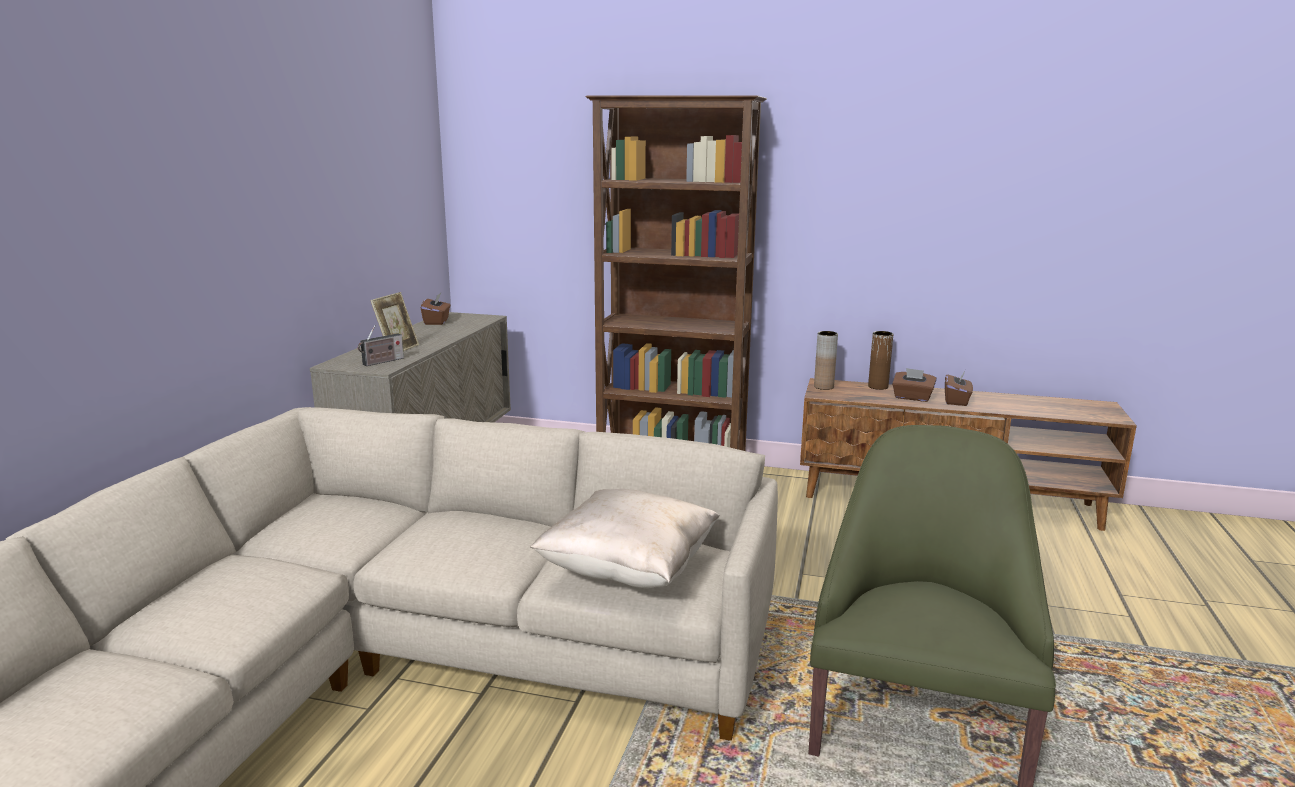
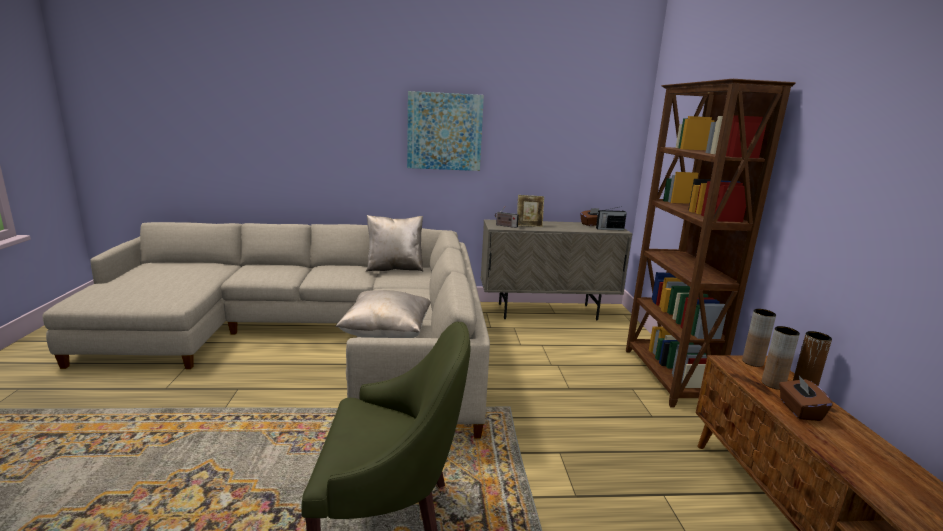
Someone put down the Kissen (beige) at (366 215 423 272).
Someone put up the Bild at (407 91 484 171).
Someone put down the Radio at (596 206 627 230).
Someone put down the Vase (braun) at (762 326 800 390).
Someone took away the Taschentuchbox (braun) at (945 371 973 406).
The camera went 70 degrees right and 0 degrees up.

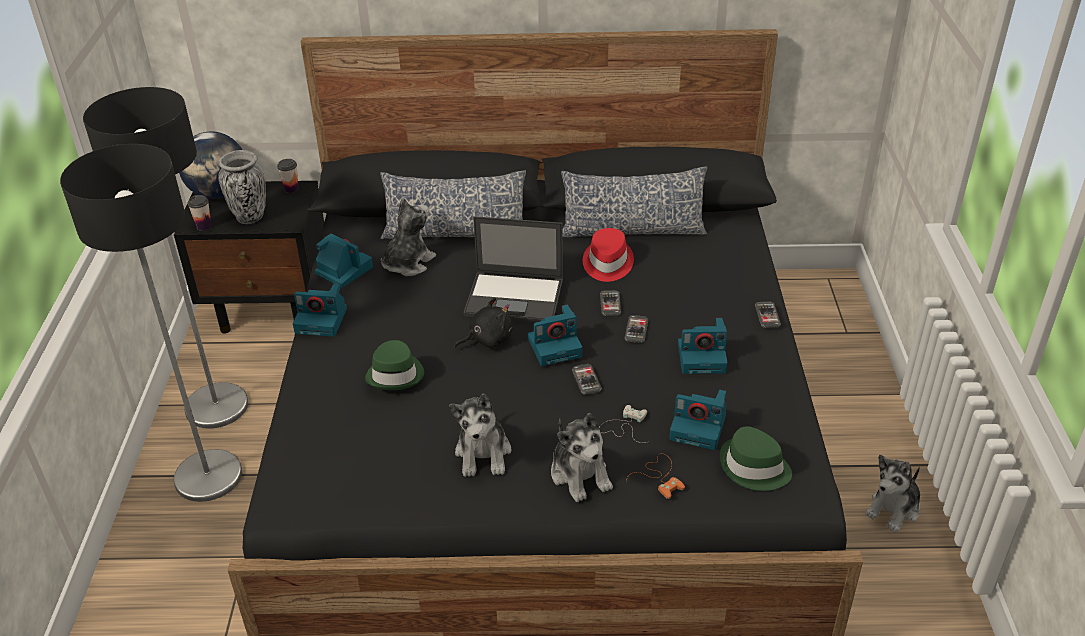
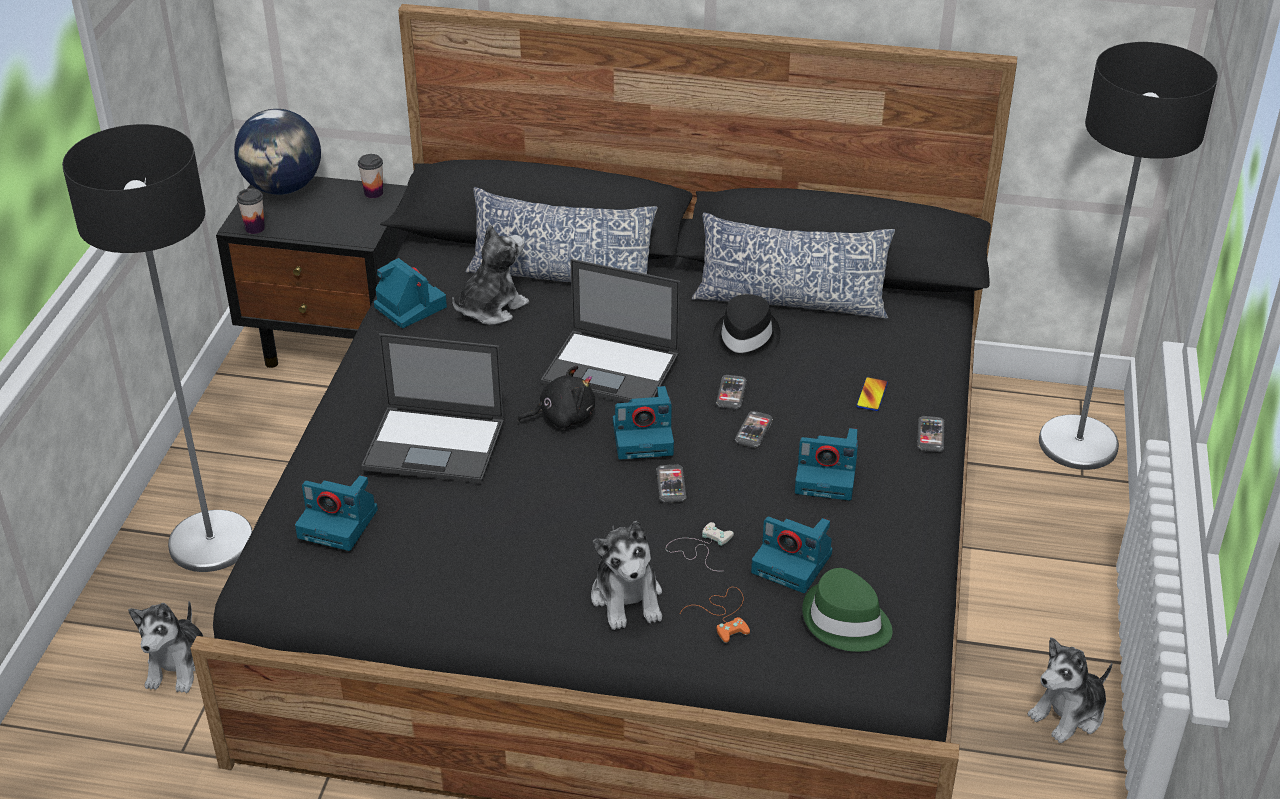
Someone carried the Plüschtier from (449 393 512 477) to (128 601 204 693).
Someone carried the Kamera from (293 284 347 337) to (295 475 378 551).
Someone swapped the Hut (grün) at (365 340 424 390) for the Laptop at (361 333 505 483).
Someone repainted the Hut (rot) at (583 228 634 282), which became the Hut (schwarz) at (712 294 780 364).
Someone put down the Handy at (856 377 888 411).
Someone carried the Stehlampe from (83 87 248 429) to (1039 42 1218 470).
Someone took away the Vase at (218 150 266 224).
The camera went 10 degrees right and 0 degrees up.

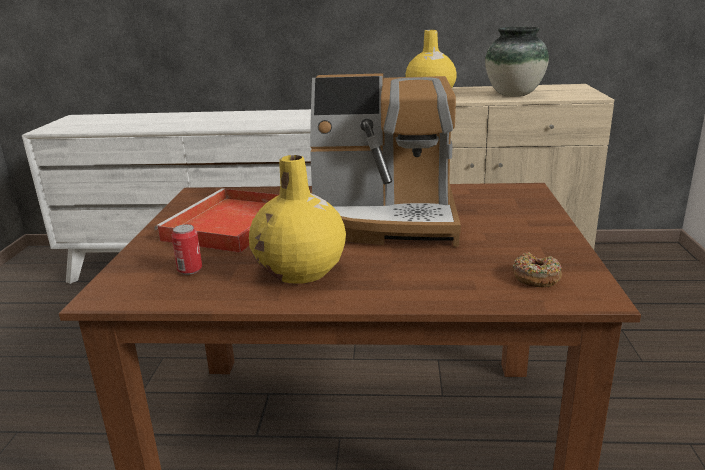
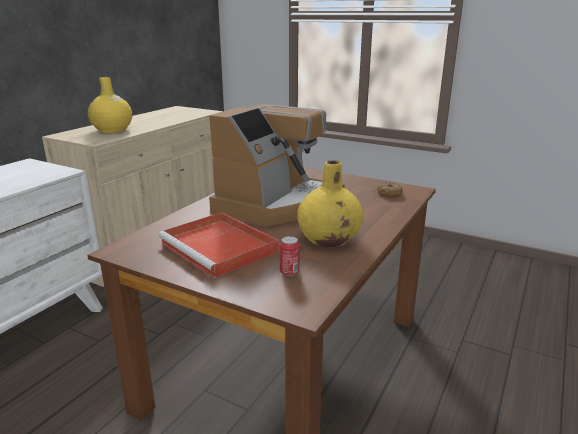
Someone took away the Vase at (485 27 549 97).
The camera went 65 degrees left and 0 degrees up.

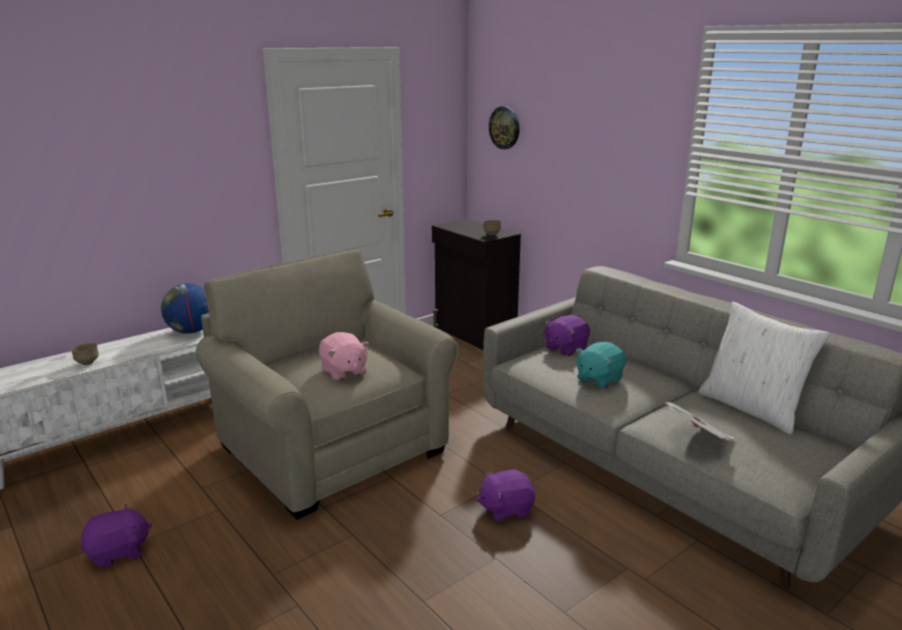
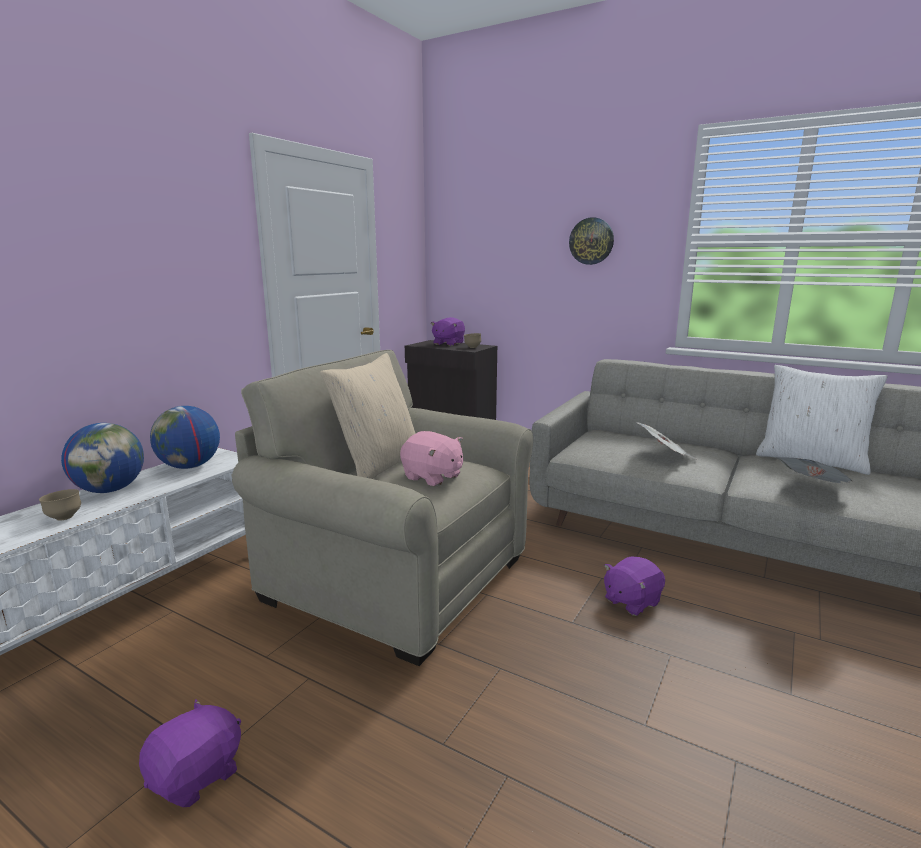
Someone put down the Globus at (61 423 144 493).
Someone put down the Kissen (beige) at (320 353 416 479).
Someone carried the Plüschtier (lila) from (545 315 590 356) to (431 317 465 346).
Someone carried the Wanduhr from (489 106 520 149) to (569 217 614 265).
Someone swapped the Plüschtier (türkis) at (576 342 626 388) for the Zeitung at (636 422 696 459).
The camera went 20 degrees left and 5 degrees down.

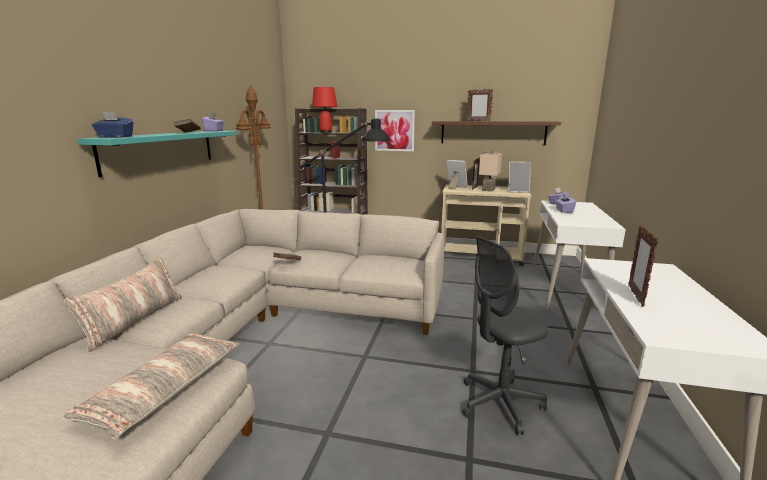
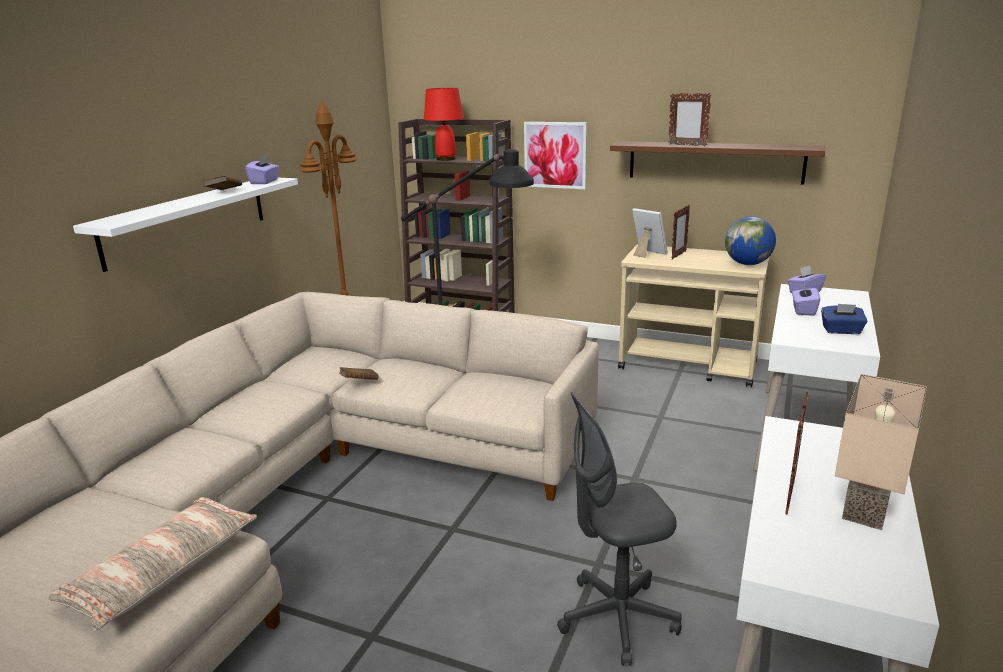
Someone repainted the Wandregal (türkis) at (77 131 237 178), which became the Wandregal (weiß) at (73 178 298 272).
Someone swapped the Bilderrahmen at (508 162 531 193) for the Globus at (725 217 776 265).
Someone carried the Taschentuchbox (blau) from (92 112 134 138) to (821 304 868 334).
Someone carried the Tischlampe (beige) from (479 150 503 192) to (835 374 927 530).
Someone took away the Kissen at (64 258 182 352).
The camera went 10 degrees right and 5 degrees up.

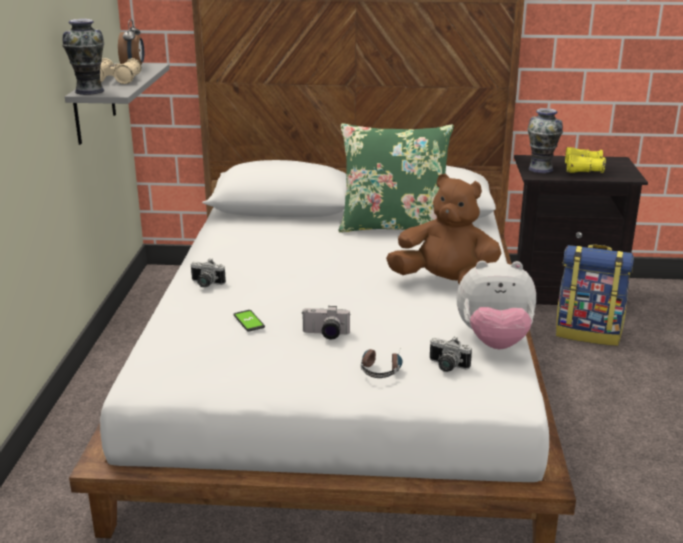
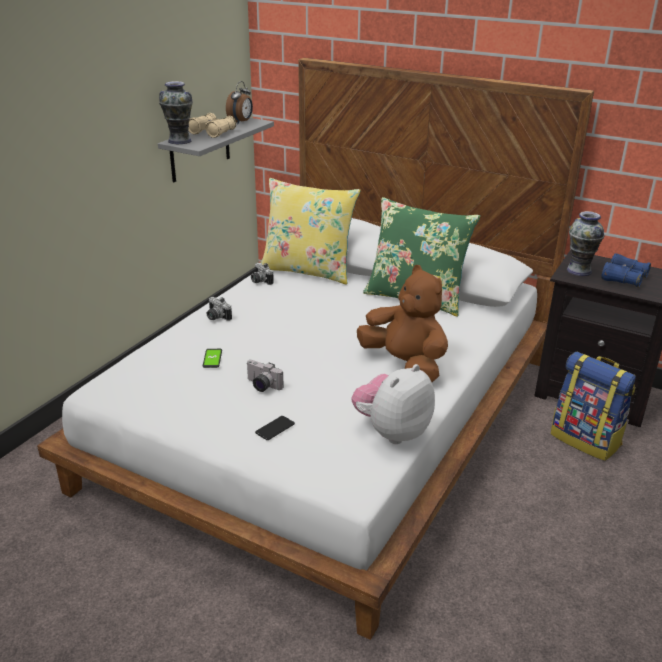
Someone carried the Kamera from (430 337 472 372) to (251 263 274 285).
Someone swapped the Kopfhörer at (361 349 403 378) for the Handy at (255 416 295 440).
Someone put down the Kissen (gelb) at (261 178 361 285).
Someone rotated the Plüschtier at (457 261 536 349) by 105 degrees clockwise.
Someone repainted the Fernglas (gelb) at (565 147 606 173), which became the Fernglas (blau) at (601 253 651 287).
The camera went 25 degrees right and 5 degrees up.

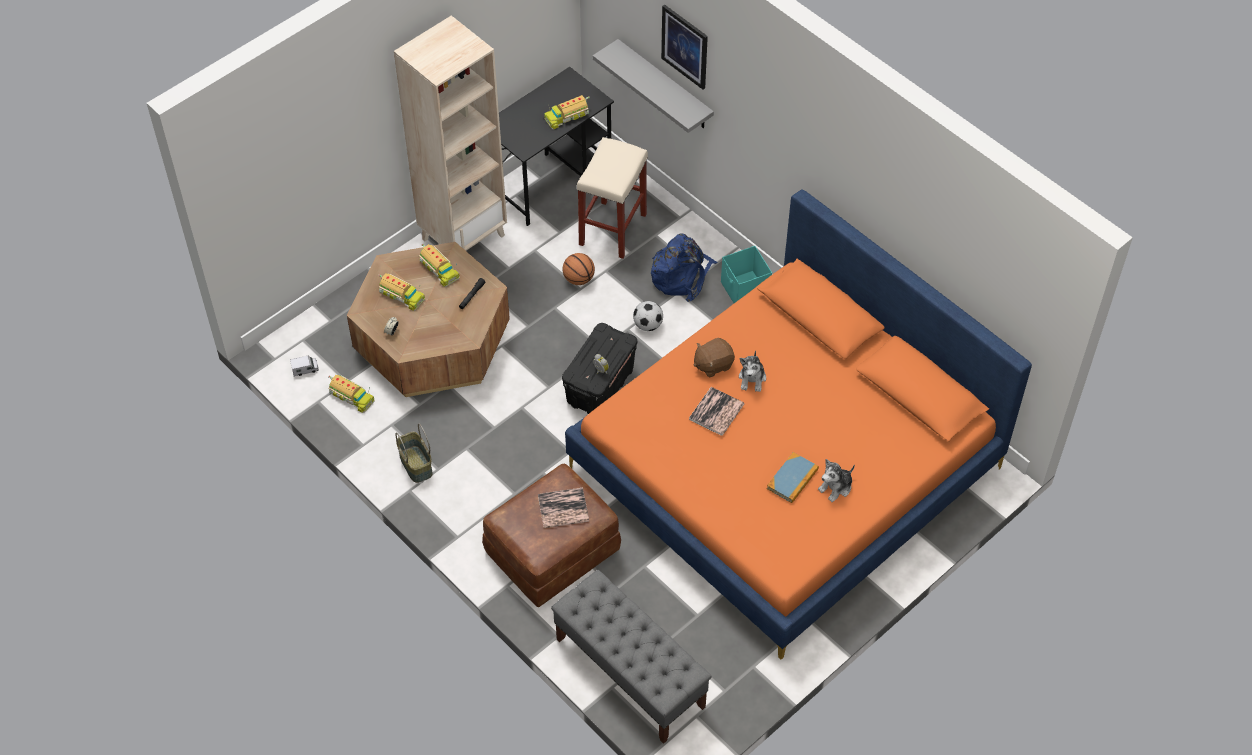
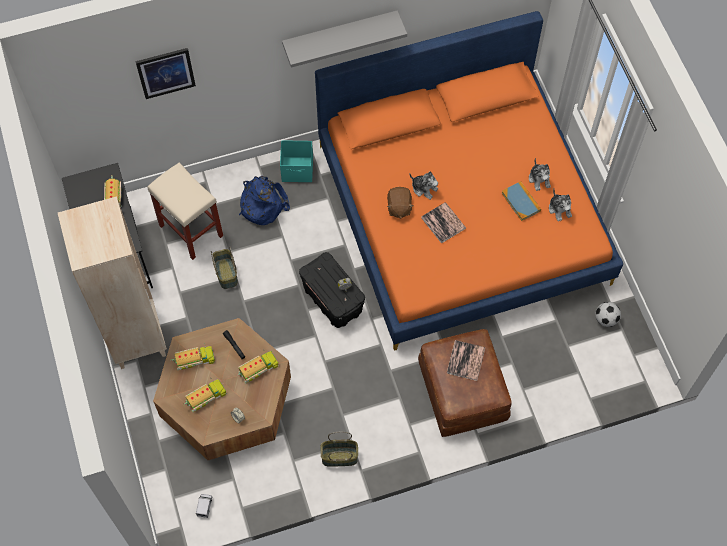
Someone swapped the Basketball at (563 253 595 285) for the Korb at (211 246 238 289).
Someone carried the Spielzeuglaster from (328 375 375 413) to (237 349 279 384).
Someone carried the Wandregal (grau) from (593 39 714 133) to (282 10 407 68).
Someone put down the Plüschtier at (549 189 572 222).
Someone carried the Fußball from (633 301 663 331) to (595 302 621 327).
Someone took away the Bank (grau) at (551 570 711 744).
The camera went 65 degrees left and 10 degrees up.

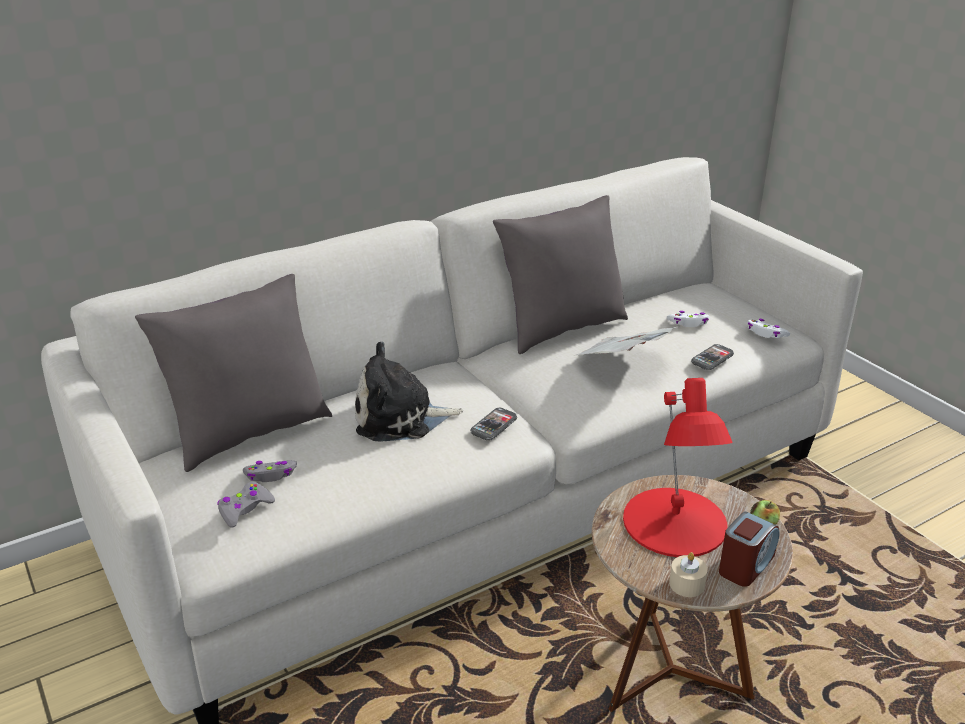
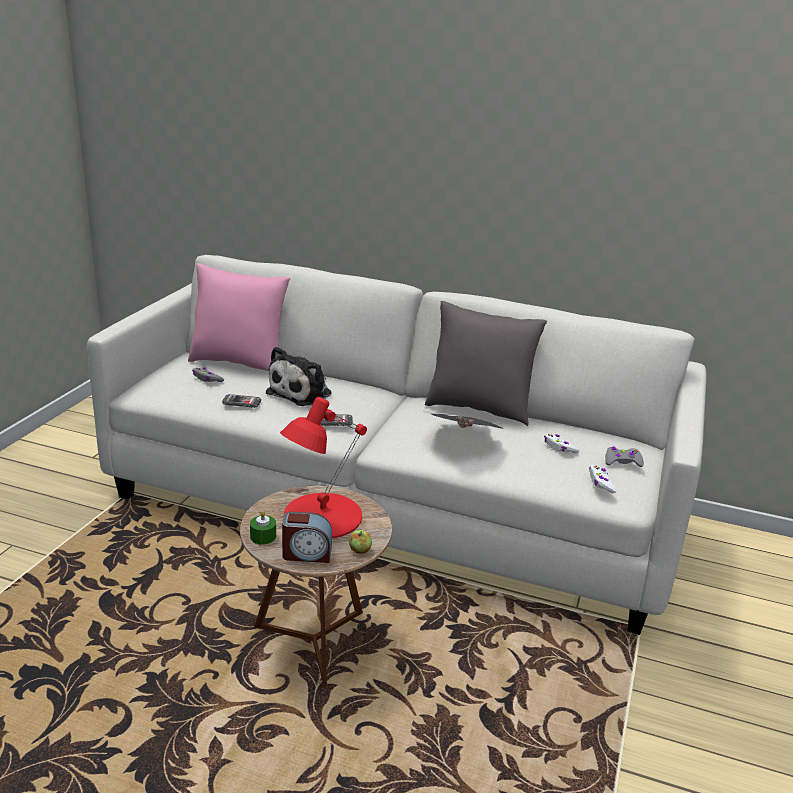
Someone repainted the Kissen (grau) at (135 274 332 472), which became the Kissen (rosa) at (188 263 290 371).
Someone carried the Handy from (691 344 734 370) to (222 394 261 408).
Someone repainted the Kerze (beige) at (669 552 707 597), which became the Kerze (grün) at (250 511 276 545).
Someone rotated the Plüschtier at (355 342 463 442) by 105 degrees counterclockwise.
Someone carried the Gamepad (grau) from (217 482 275 528) to (605 447 644 467).
The camera went 50 degrees right and 5 degrees down.

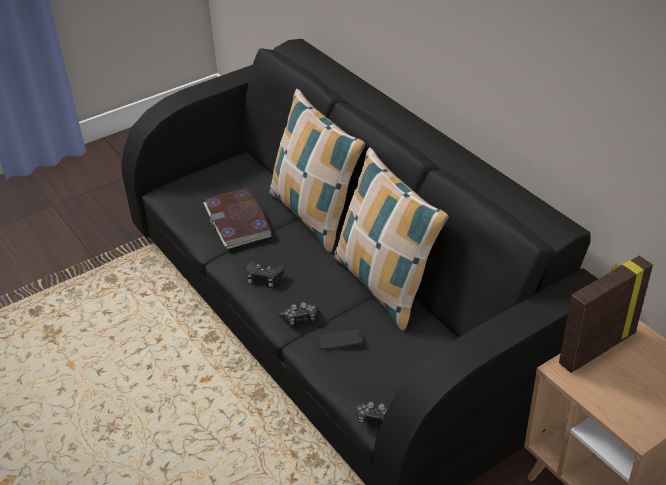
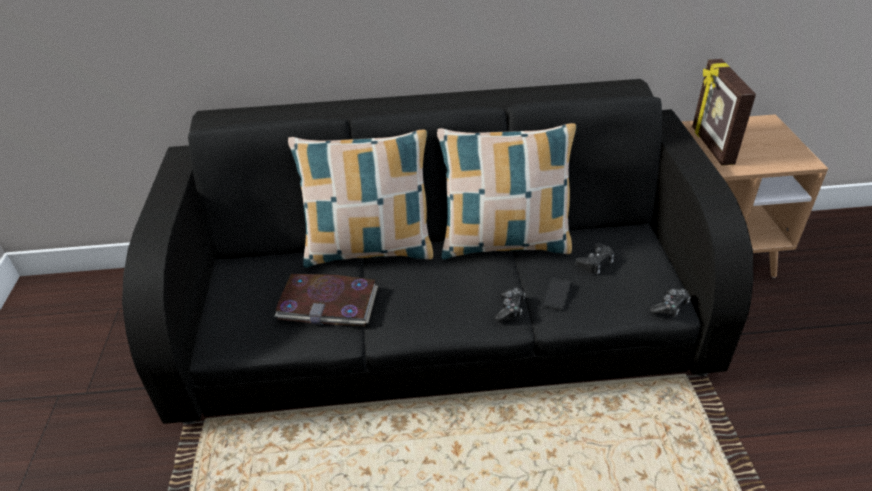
Someone carried the Gamepad (schwarz) from (246 261 284 287) to (576 243 614 274).
The camera went 60 degrees left and 0 degrees up.

